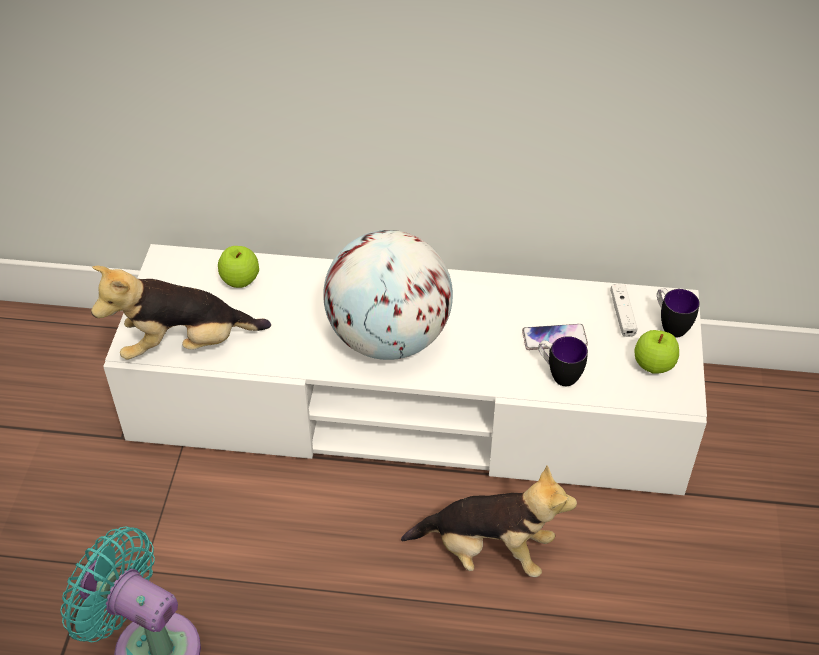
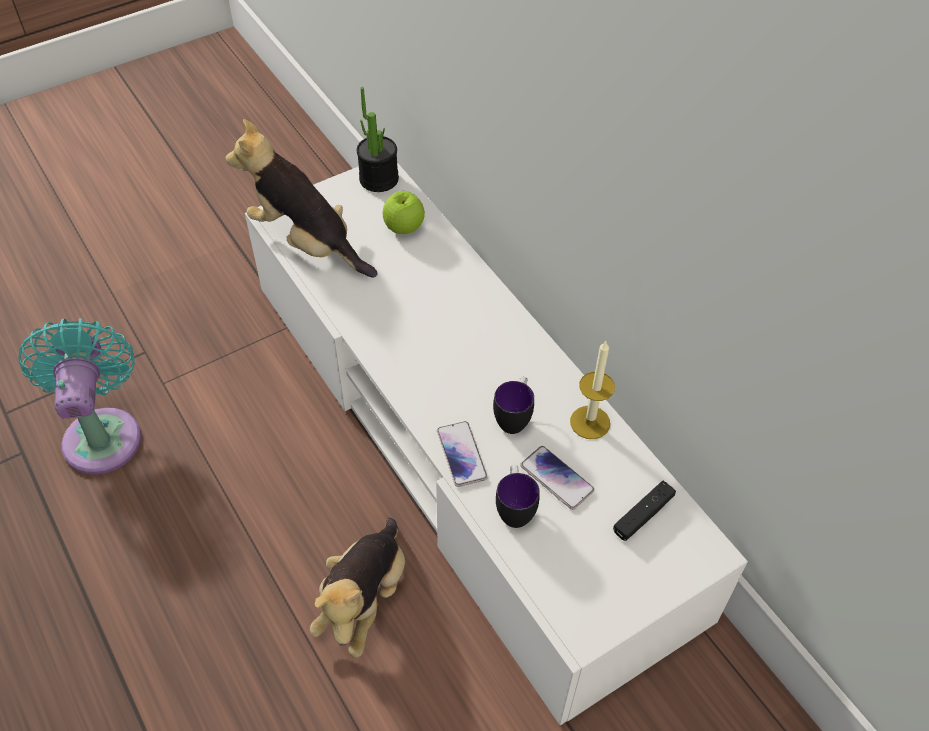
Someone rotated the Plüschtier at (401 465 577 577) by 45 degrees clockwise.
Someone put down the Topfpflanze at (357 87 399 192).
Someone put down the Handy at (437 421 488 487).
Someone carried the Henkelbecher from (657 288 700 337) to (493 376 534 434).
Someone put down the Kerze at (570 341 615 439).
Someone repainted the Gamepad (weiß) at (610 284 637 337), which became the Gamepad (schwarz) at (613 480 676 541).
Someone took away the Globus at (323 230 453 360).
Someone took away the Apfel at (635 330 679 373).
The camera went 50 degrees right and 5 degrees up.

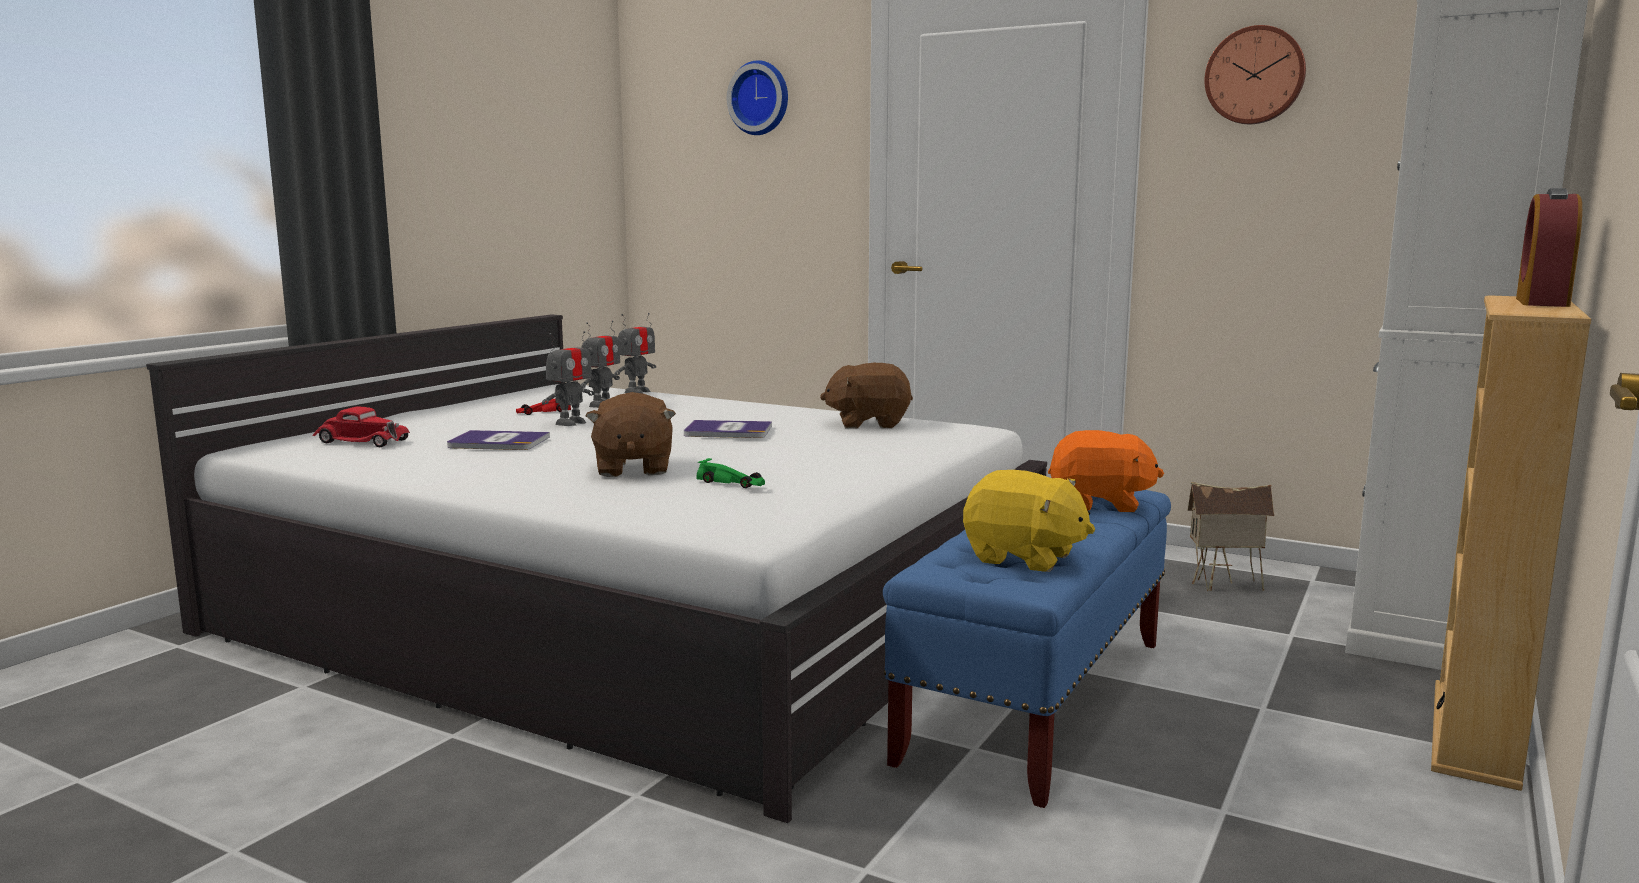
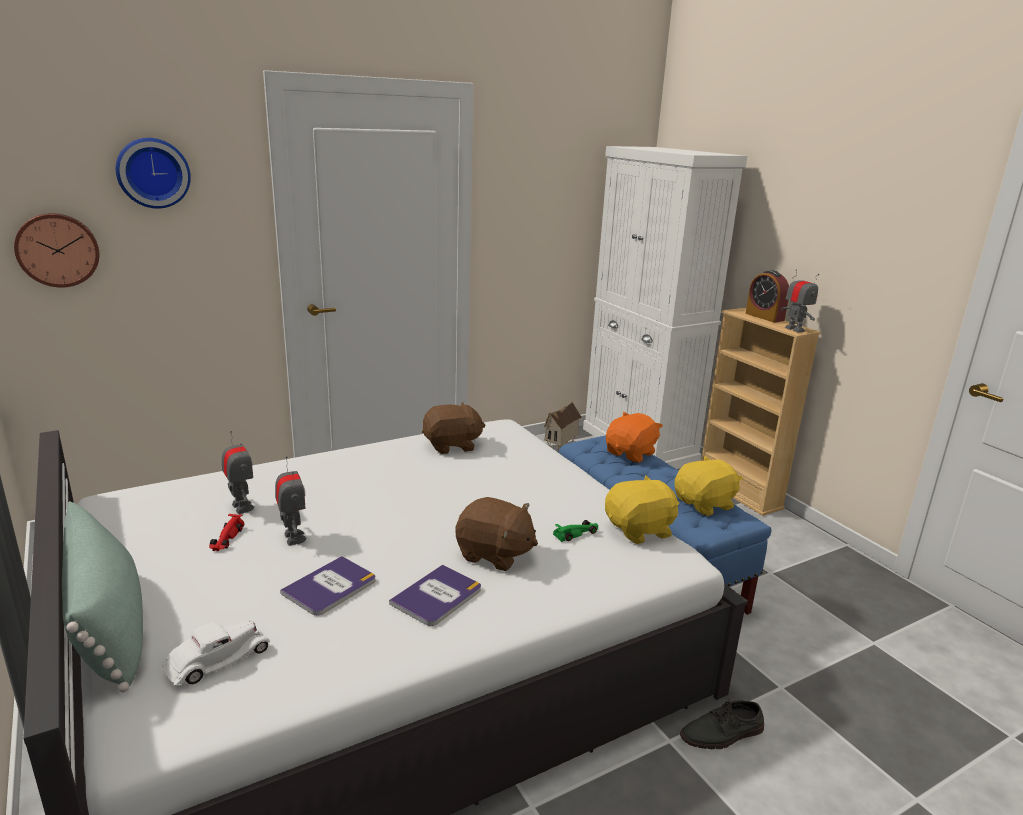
Someone carried the Wanduhr from (1204 25 1306 124) to (14 213 99 288).
Someone put down the Kissen (grün) at (62 501 143 693).
Someone repainted the Spielzeugauto (rot) at (312 406 410 447), which became the Spielzeugauto (weiß) at (161 620 270 685).
Someone carried the Buch from (684 420 772 438) to (389 565 481 626).
Someone rotated the Plüschtier (braun) at (820 363 913 429) by 135 degrees counterclockwise.
Someone put down the Plüschtier (gelb) at (605 475 679 544).
Someone put down the Schuh (grau) at (680 700 764 749).
Someone carried the Spielzeugroboter from (614 313 656 393) to (780 269 819 333).
The camera went 60 degrees left and 10 degrees up.

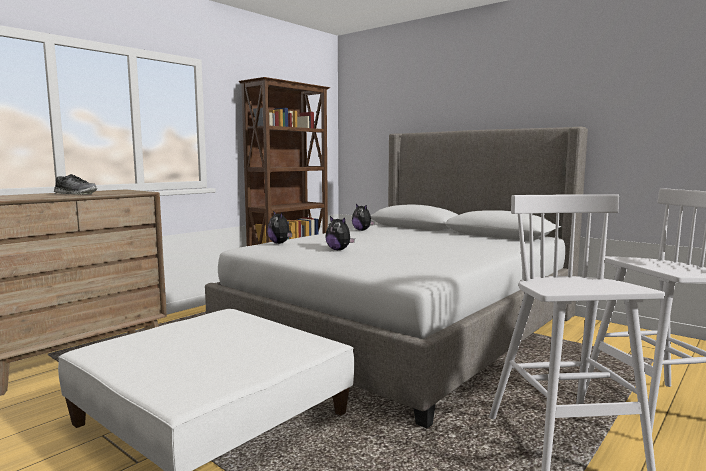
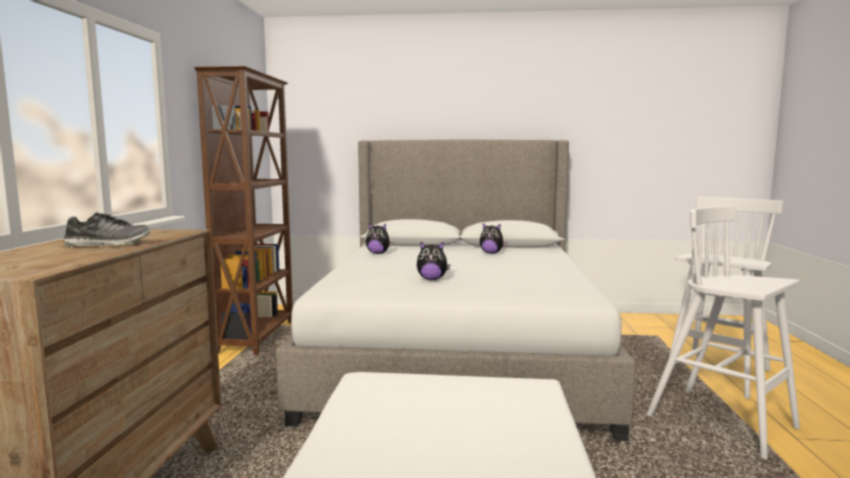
Someone carried the Plüschtier from (267 211 292 244) to (480 223 507 254).
The camera went 35 degrees left and 0 degrees up.

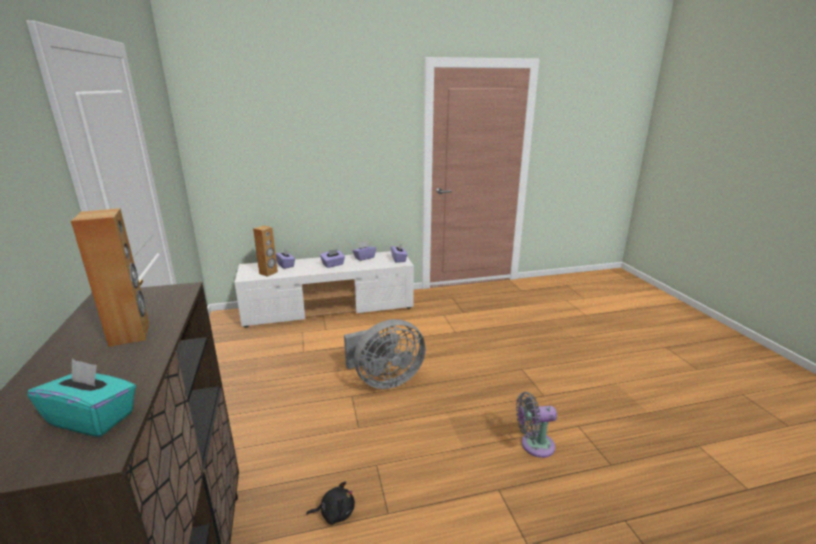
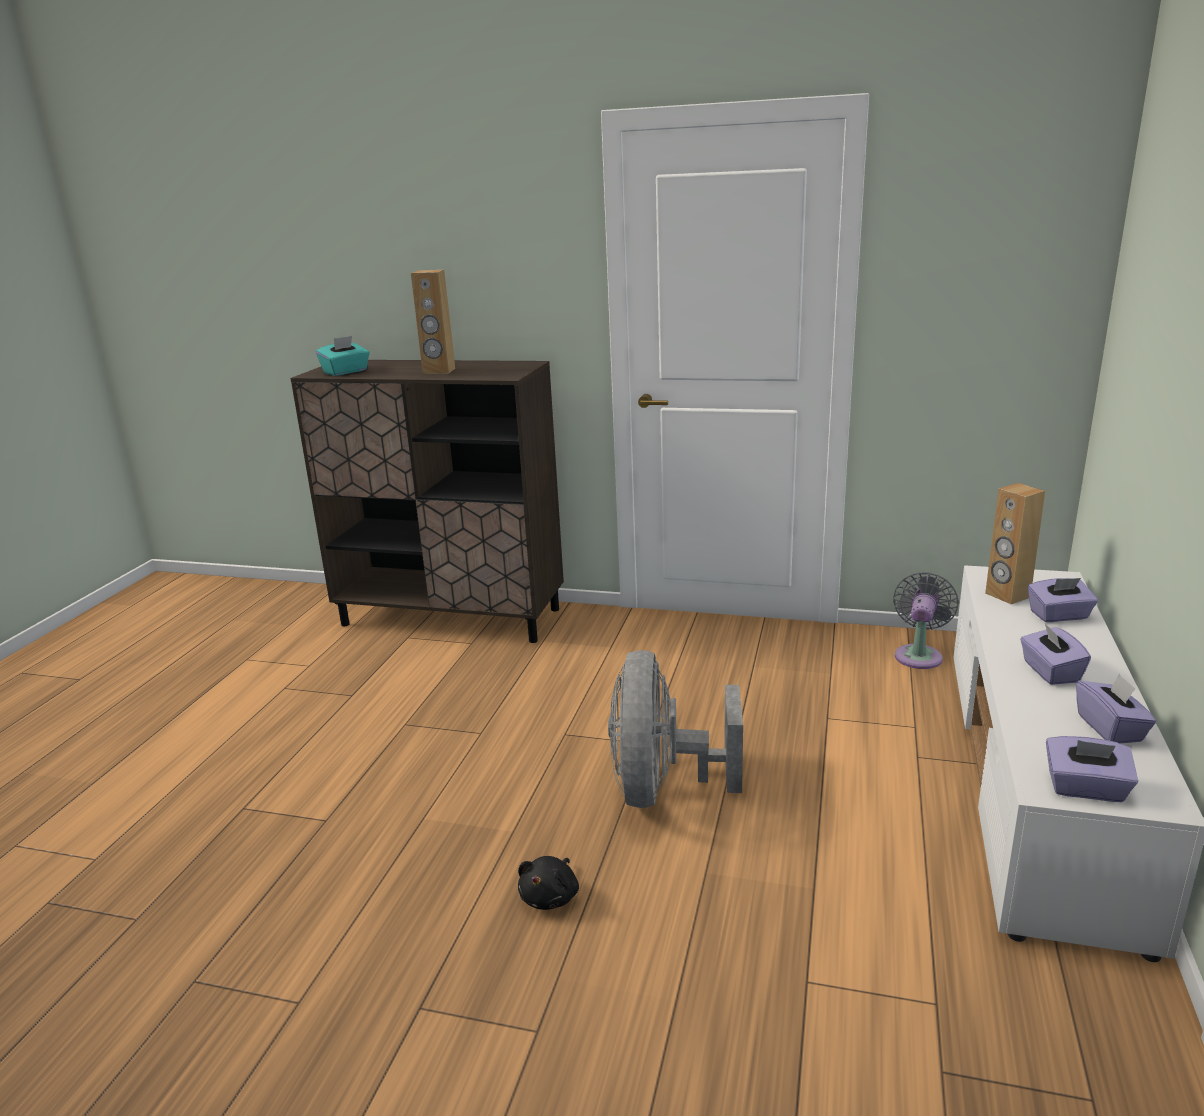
Someone carried the Plüschtier (schwarz) from (306 481 355 525) to (518 856 579 910).
Someone carried the Ventilator (grau) from (516 392 557 458) to (893 572 959 669).
The camera went 120 degrees right and 0 degrees up.

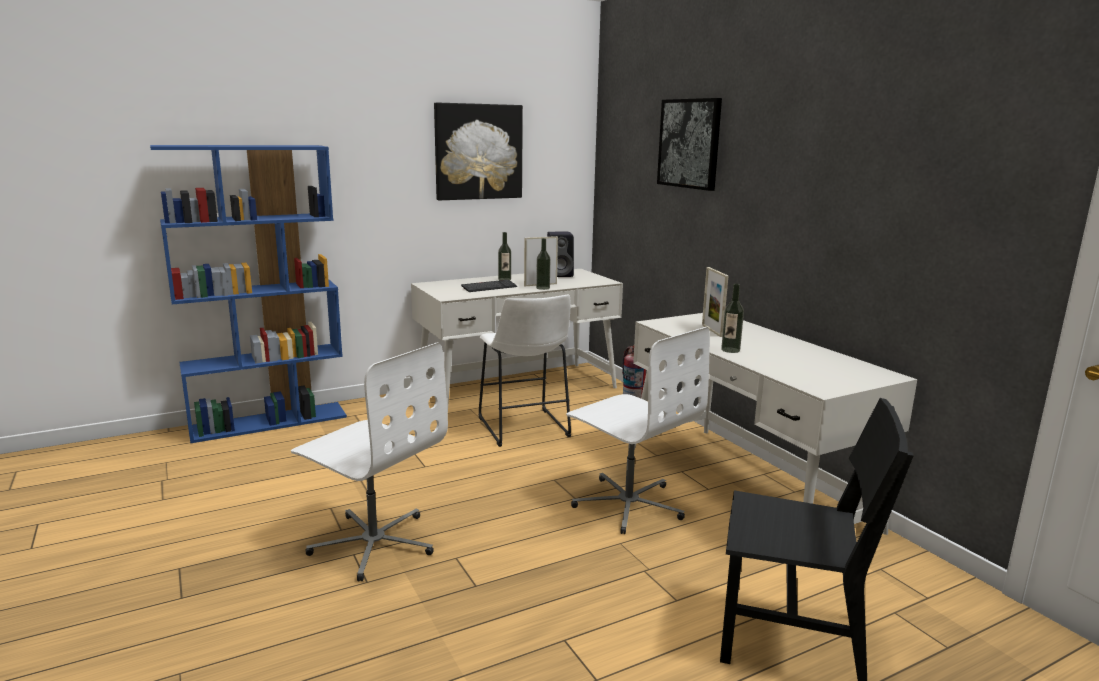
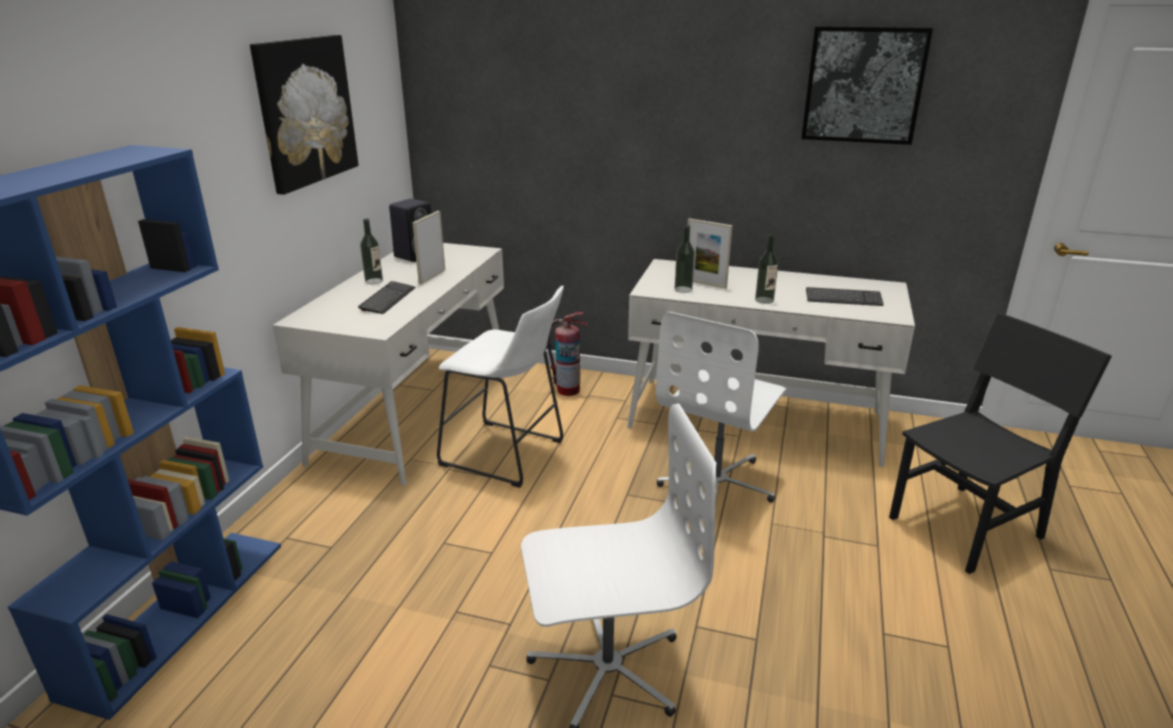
Someone rotated the Bürostuhl (weiß) at (566 327 710 534) by 120 degrees clockwise.
Someone carried the Flasche from (536 238 550 290) to (675 225 695 293).
Someone carried the Bild from (657 98 722 191) to (801 26 933 145).
Someone put down the Tastatur at (806 287 884 306).
The camera went 45 degrees left and 10 degrees up.

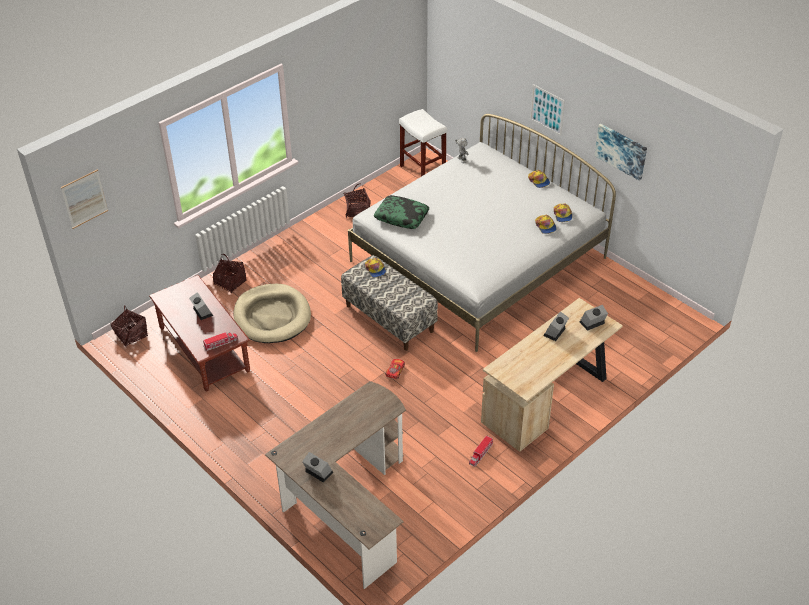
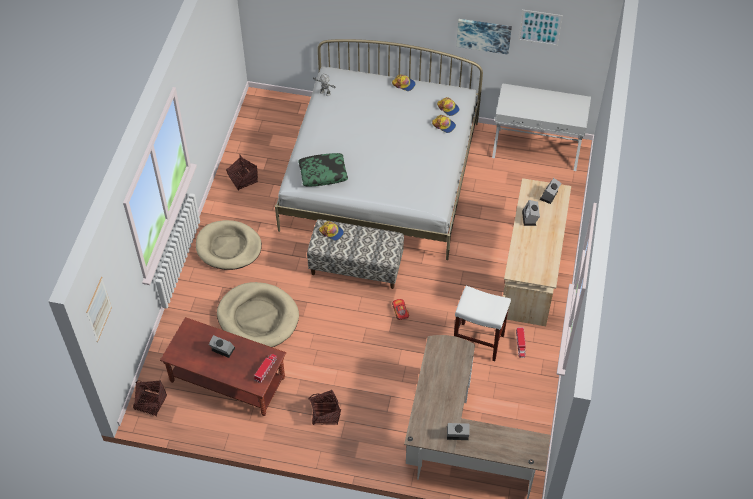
Someone put down the Hundebett (beige) at (196 220 262 270).
Someone carried the Korb from (213 254 247 293) to (308 390 341 425).
Someone carried the Hocker (weiß) from (399 109 447 177) to (454 286 511 361).
Someone put down the Konsolentisch (weiß) at (492 83 591 171).
Someone carried the Bild from (530 84 565 136) to (518 10 563 46).
The camera went 35 degrees left and 10 degrees up.

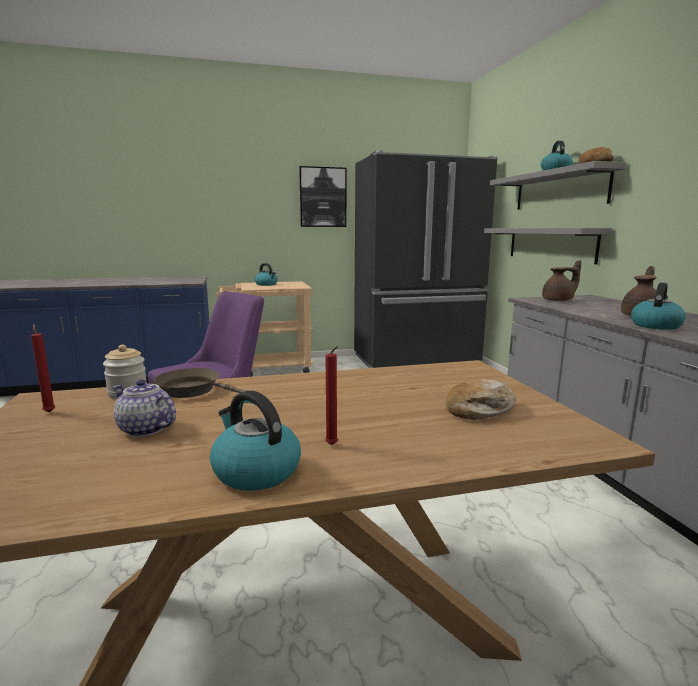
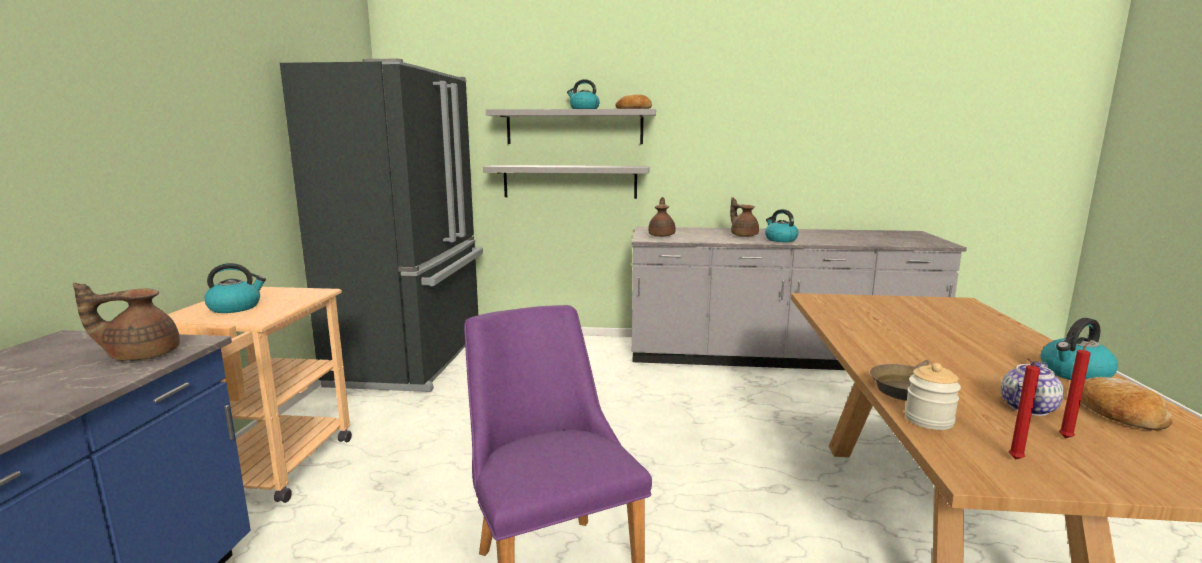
Someone put down the Teekanne (braun) at (73 283 180 360).
Someone carried the Kerze (rot) from (325 346 338 445) to (1059 340 1094 438).
Someone carried the Brot from (446 379 516 420) to (1081 377 1173 431).
Someone took away the Bild at (299 166 346 227).
The camera went 70 degrees left and 0 degrees up.

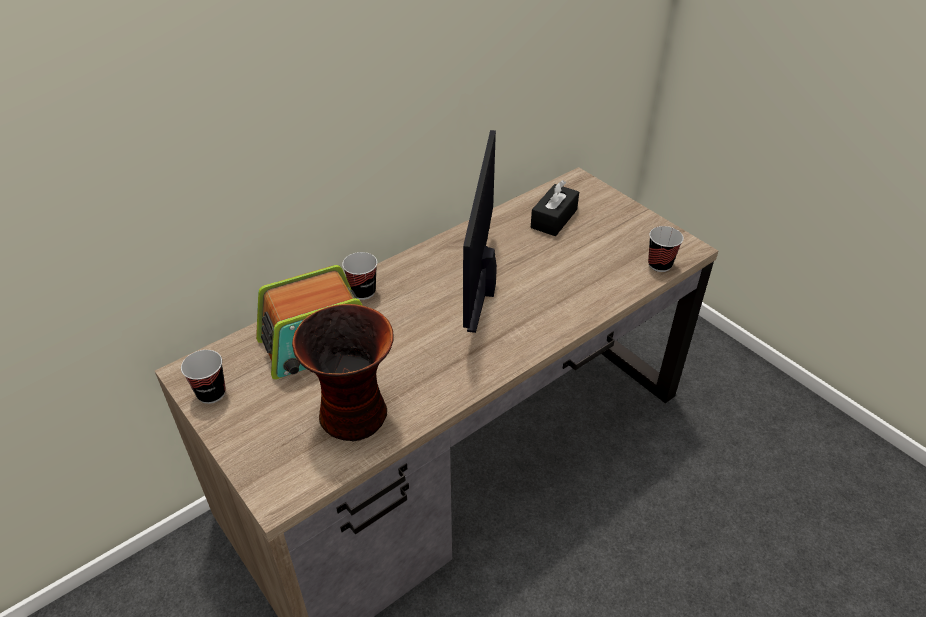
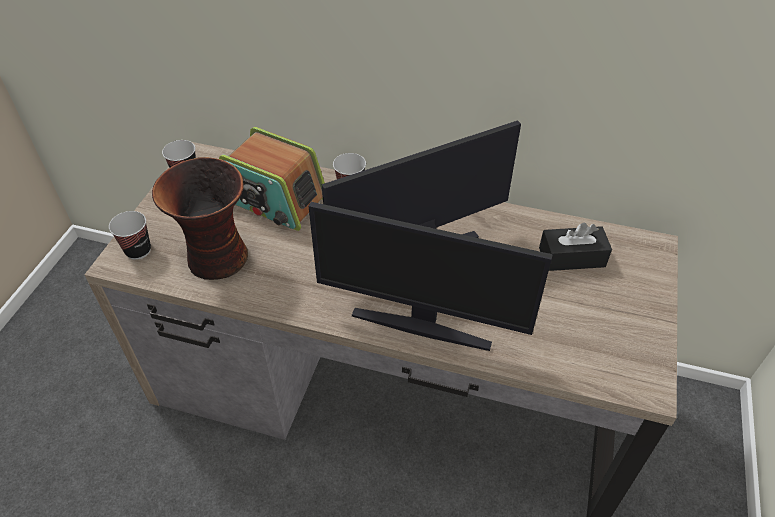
Someone carried the Tasse from (648 226 684 272) to (109 211 151 260).
Someone put down the Monitor at (308 202 553 351).
The camera went 55 degrees right and 5 degrees up.

